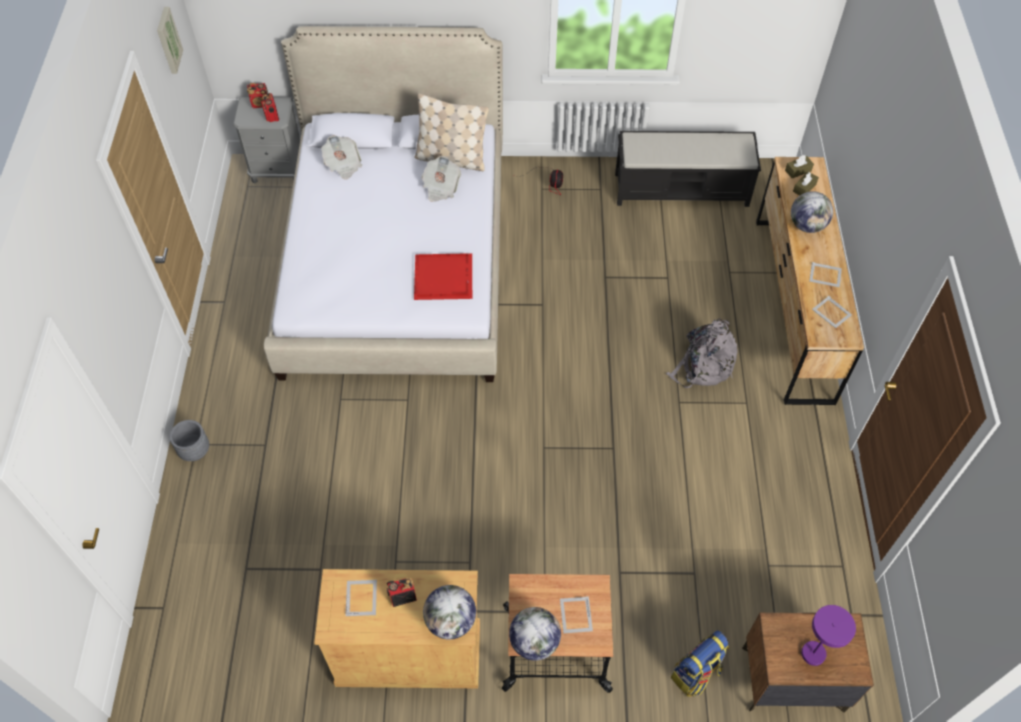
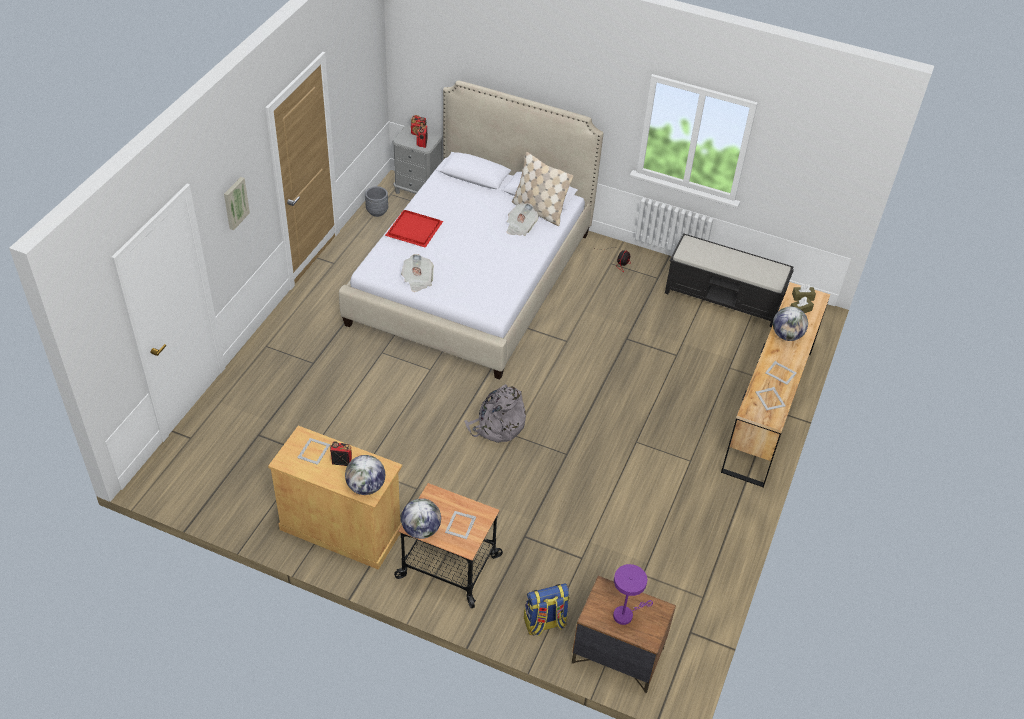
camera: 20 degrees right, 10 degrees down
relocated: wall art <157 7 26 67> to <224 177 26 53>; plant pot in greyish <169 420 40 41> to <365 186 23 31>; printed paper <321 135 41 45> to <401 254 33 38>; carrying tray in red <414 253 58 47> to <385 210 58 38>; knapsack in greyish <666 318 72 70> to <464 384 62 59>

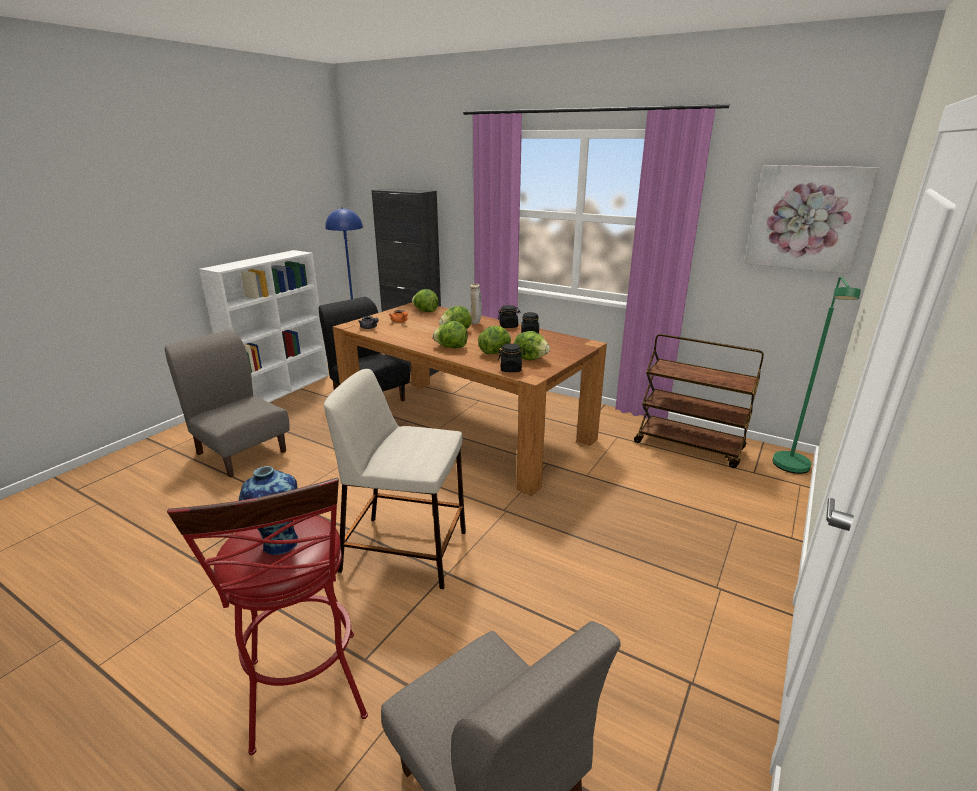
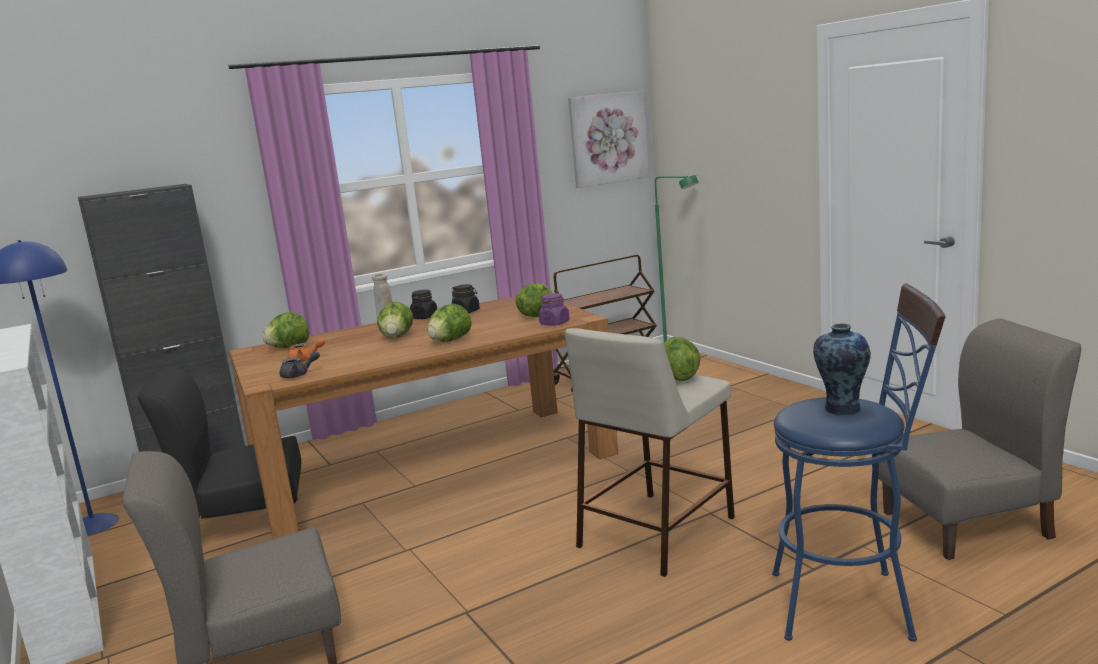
camera: 60 degrees left, 10 degrees down
relocated: lettuce head <478 326 33 28> to <663 337 38 44>
colour: sitting stool in red <167 478 201 277> to sitting stool in bluish <772 284 174 358>; storage jar in black <498 344 28 28> to storage jar in purplish <539 293 31 33>

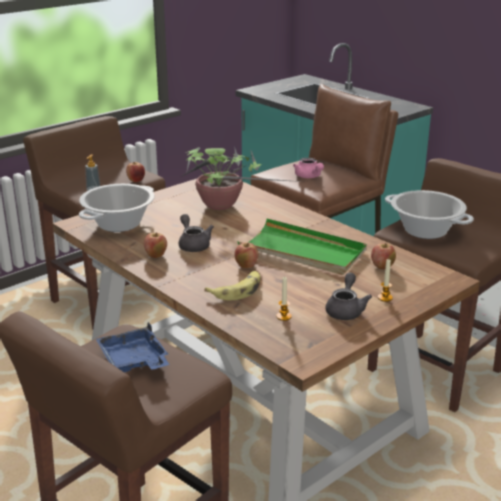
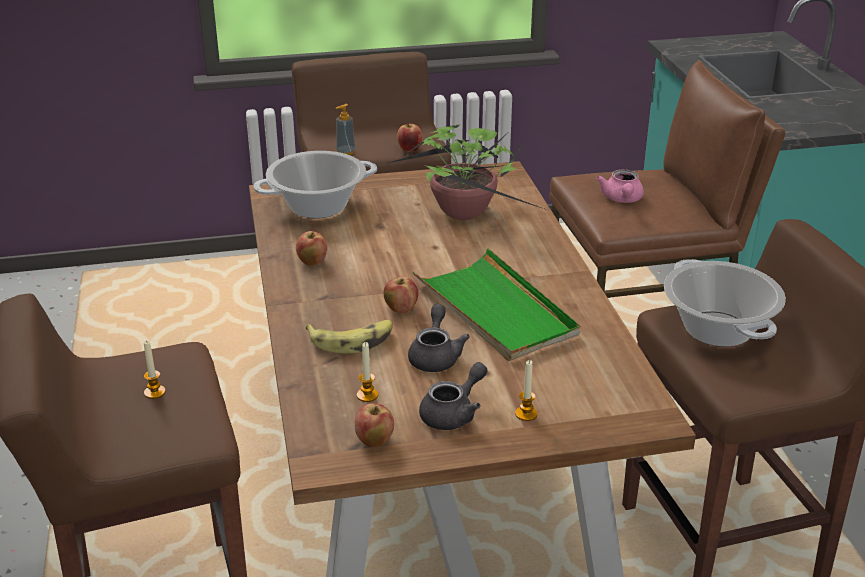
camera: 30 degrees right, 5 degrees up
relocated: teapot in greyish <178 214 36 38> to <408 304 62 68>; apple fruit <371 243 25 26> to <355 403 39 44>
exchanged: carrying tray in bluish <96 322 74 51> to wax light <144 340 22 59>

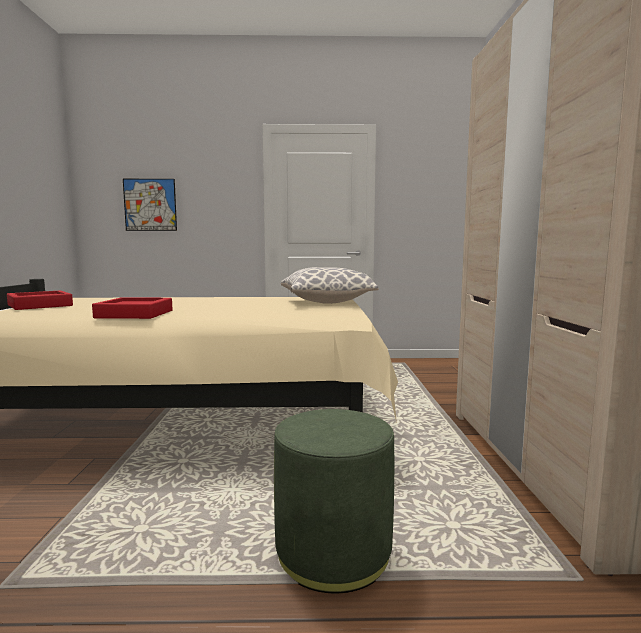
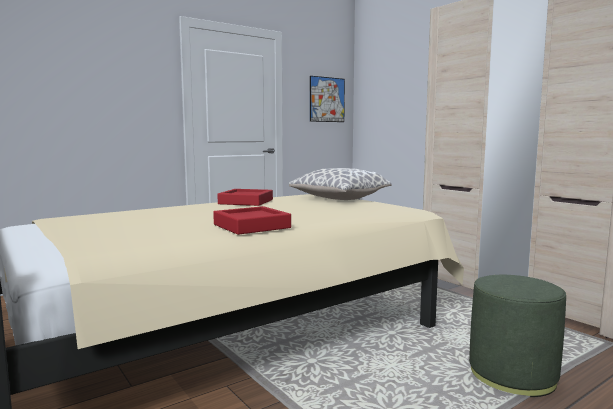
camera: 35 degrees left, 0 degrees up
relocated: carrying tray in red <7 291 66 19> to <217 189 56 17>; wall art <123 179 54 52> to <310 76 35 46>

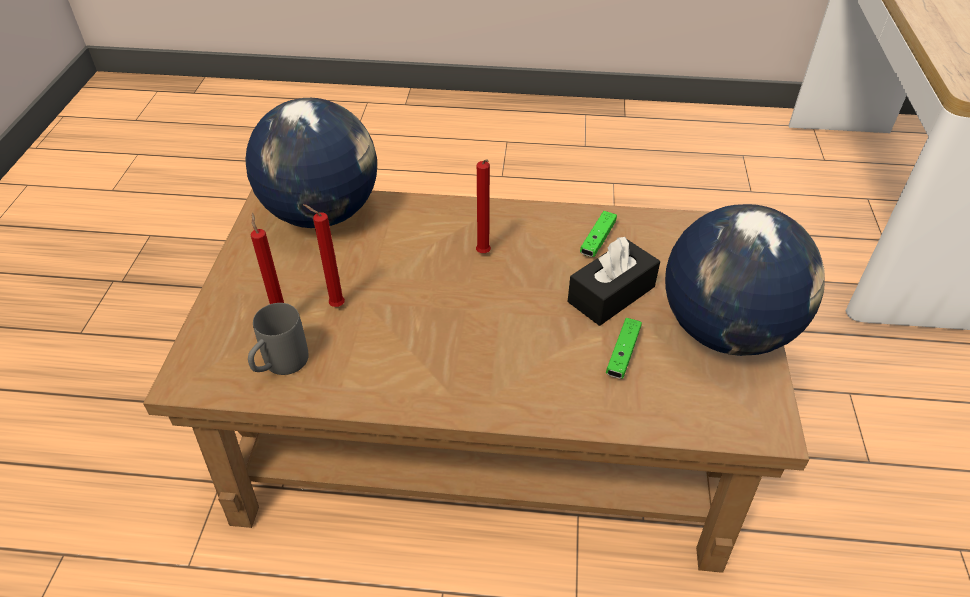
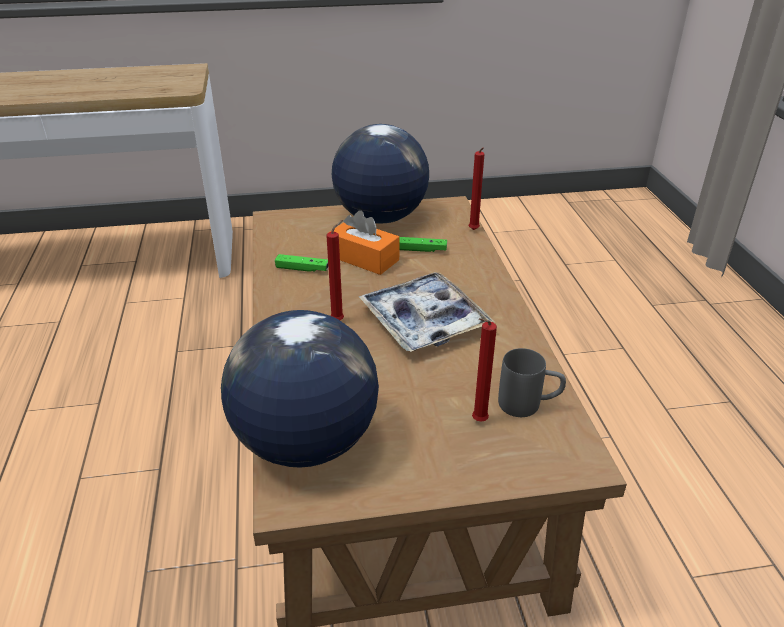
camera: 105 degrees left, 10 degrees down
appeared: carrying tray <359 272 136 80>
relocated: wax light in red <303 204 42 103> to <469 147 16 83>
colour: box of tissues in black <568 237 92 89> to box of tissues in orangey <328 211 72 64>

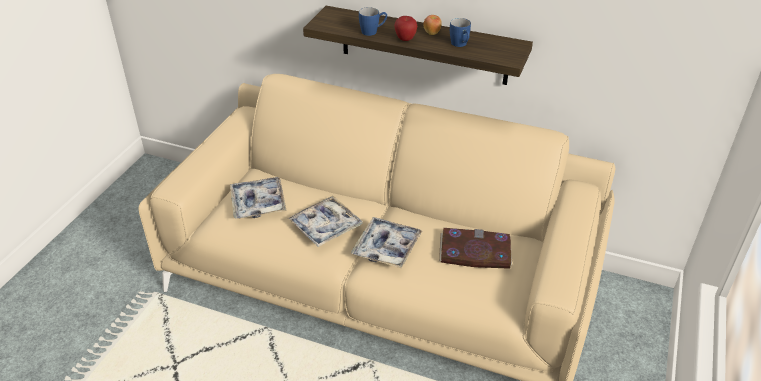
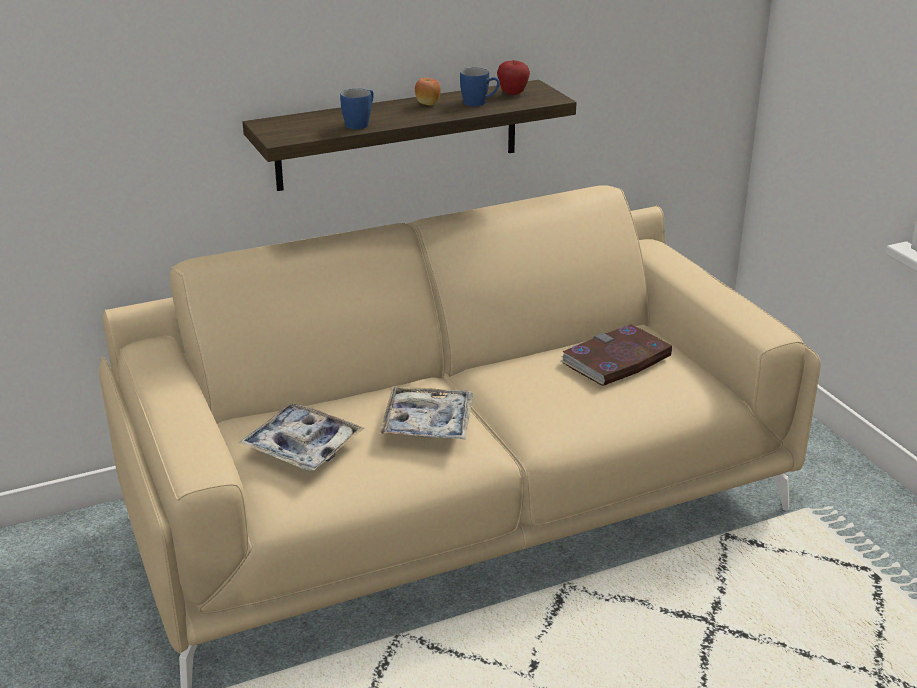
camera: 45 degrees left, 10 degrees down
missing: carrying tray <351 217 71 51>
relocated: apple fruit <394 16 23 25> to <497 60 33 35>

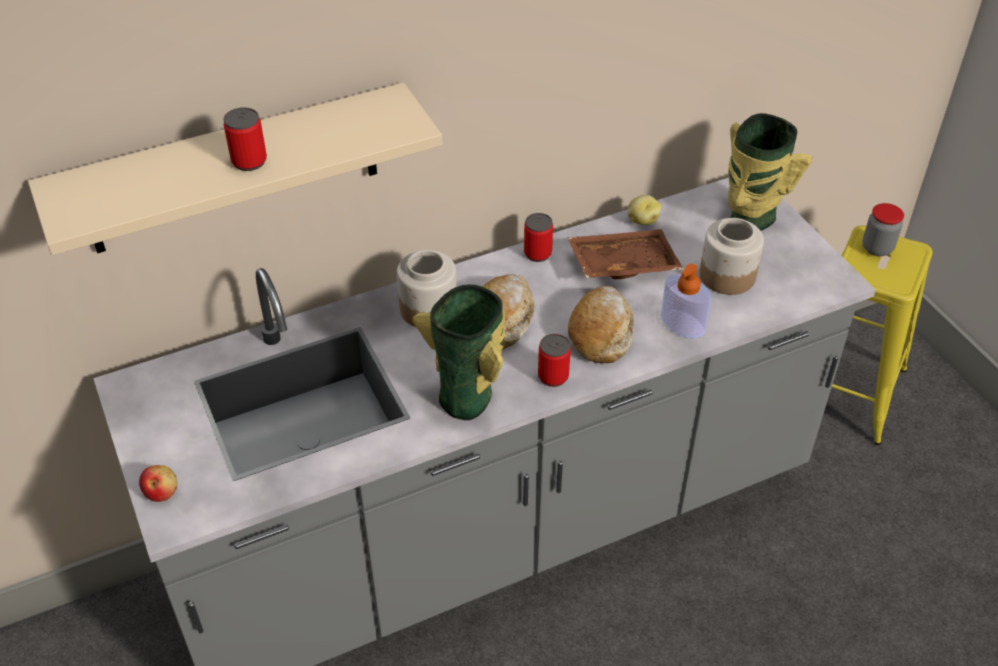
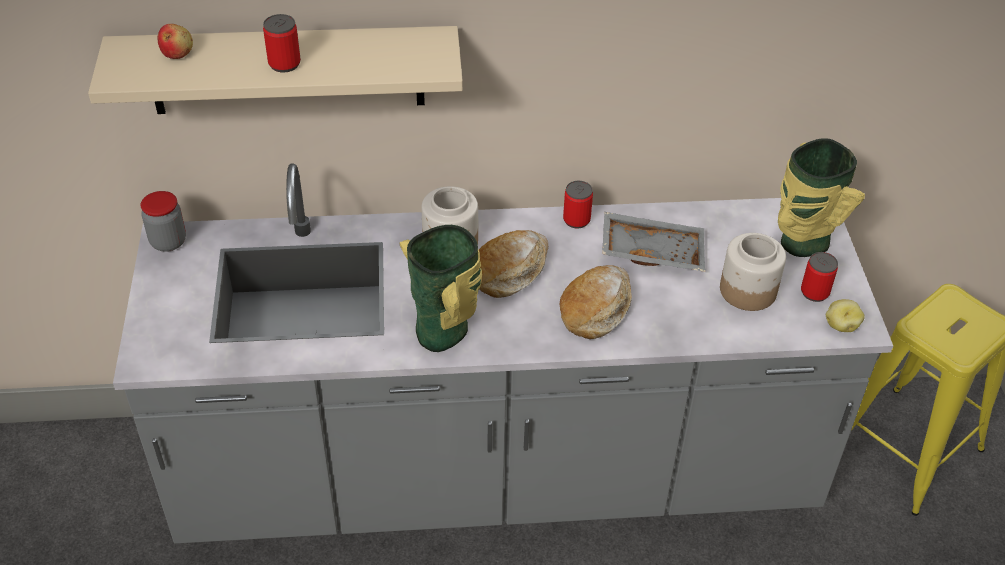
camera: 20 degrees right, 0 degrees up
missing: soap dispenser <661 264 51 74>
relocated: apple fruit <139 465 38 37> to <158 24 35 35>; sealed can <538 334 33 53> to <801 252 37 50>; spud <628 195 34 30> to <826 299 39 33>; storage jar <863 203 41 53> to <140 191 46 61>
colour: carrying tray in brownish <567 229 116 50> to carrying tray in greyish <602 212 103 60>

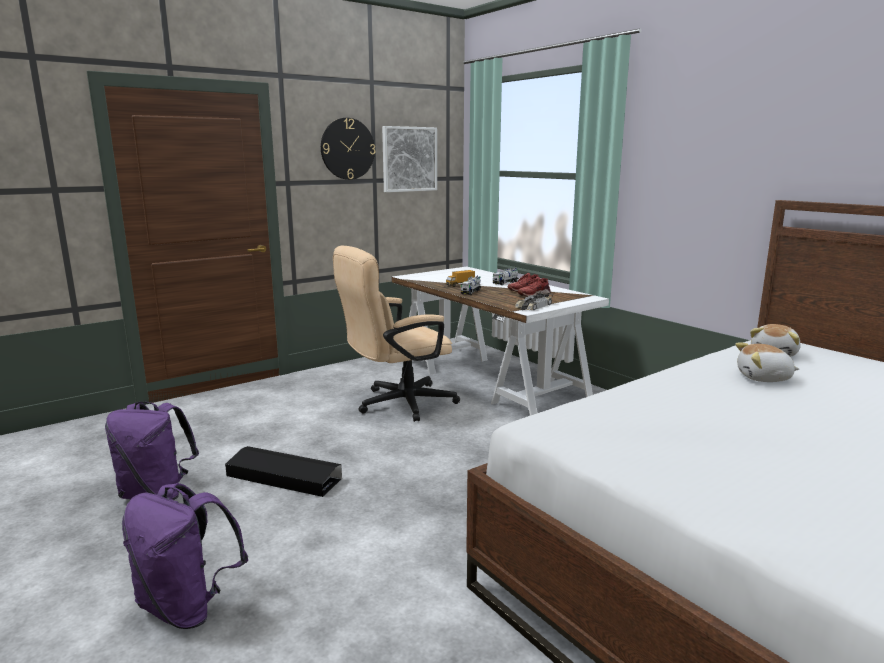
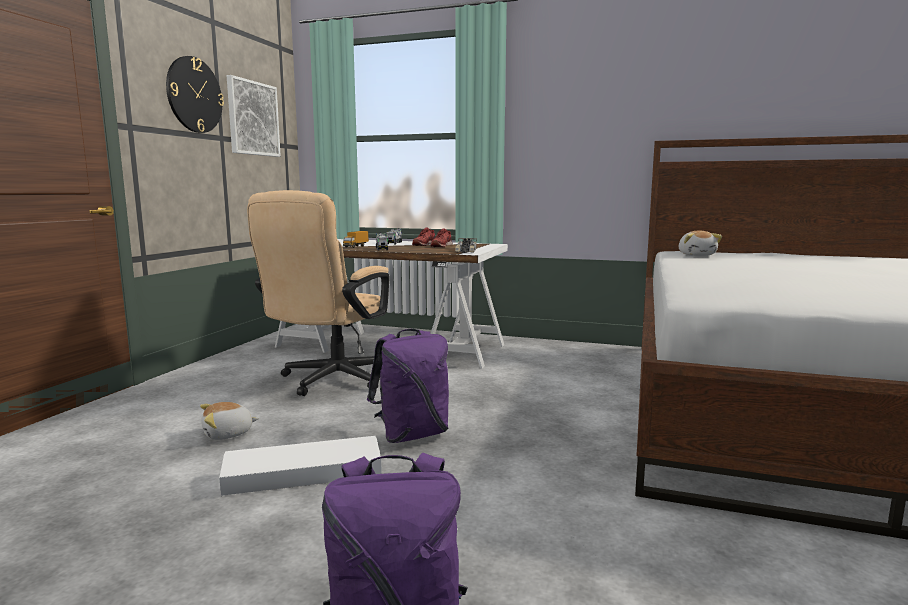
camera: 35 degrees left, 5 degrees down
relocated: knapsack in purplish <105 402 94 98> to <367 329 82 114>; cuddly toy <735 343 64 39> to <200 402 59 38>
colour: storage box in black <225 446 117 51> to storage box in white <219 436 163 60>

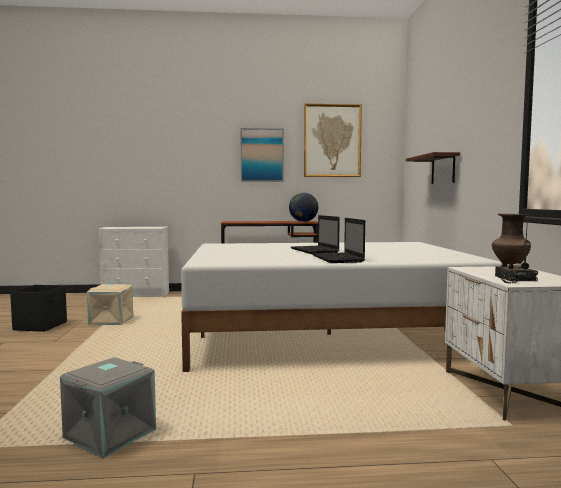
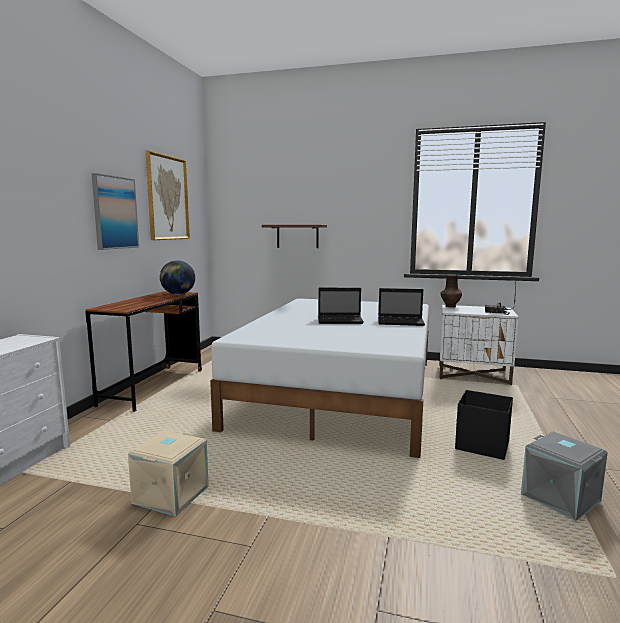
camera: 70 degrees left, 5 degrees up
relocated: storage box in black <10 285 57 47> to <455 390 58 70>

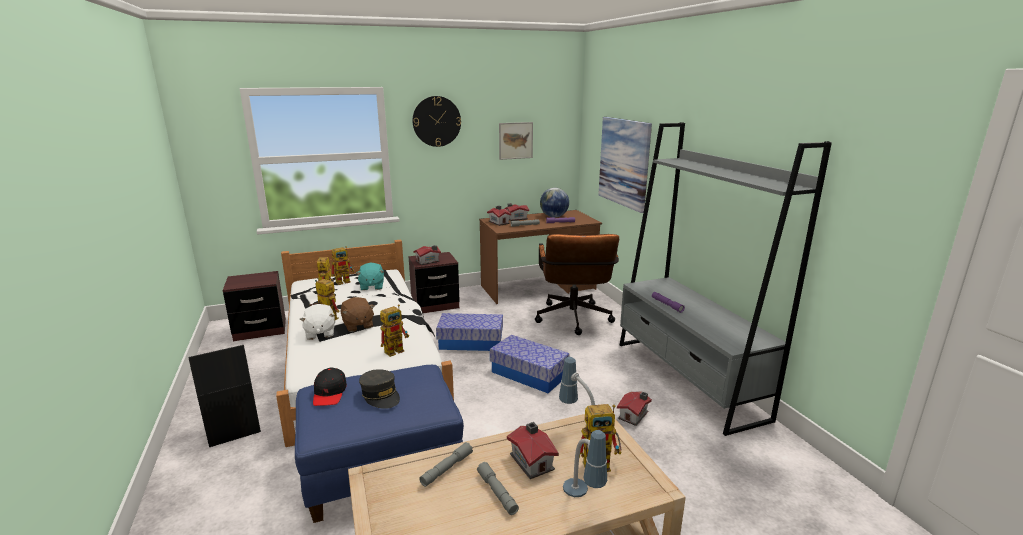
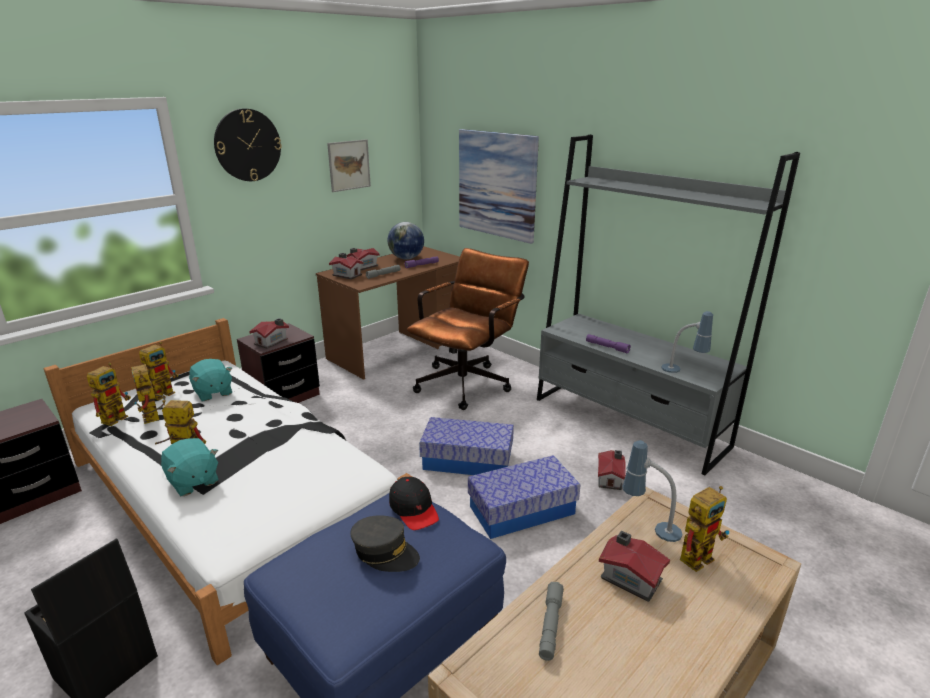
camera: 25 degrees left, 5 degrees up
missing: cuddly toy in brownish <341 297 34 35>; flashlight in greyish <477 462 42 53>
relocated: baseball cap in black <313 367 34 39> to <389 476 50 54>; model robot <380 305 29 52> to <87 363 44 63>; storage box <436 313 67 38> to <468 455 113 84>; tabletop lamp <563 430 44 67> to <661 311 52 62>
colour: cuddly toy in white <300 304 35 36> to cuddly toy in blue-green <161 438 58 58>
spun: computer chair in brownish <535 234 84 101> = <407 248 122 162> 120 degrees counterclockwise

